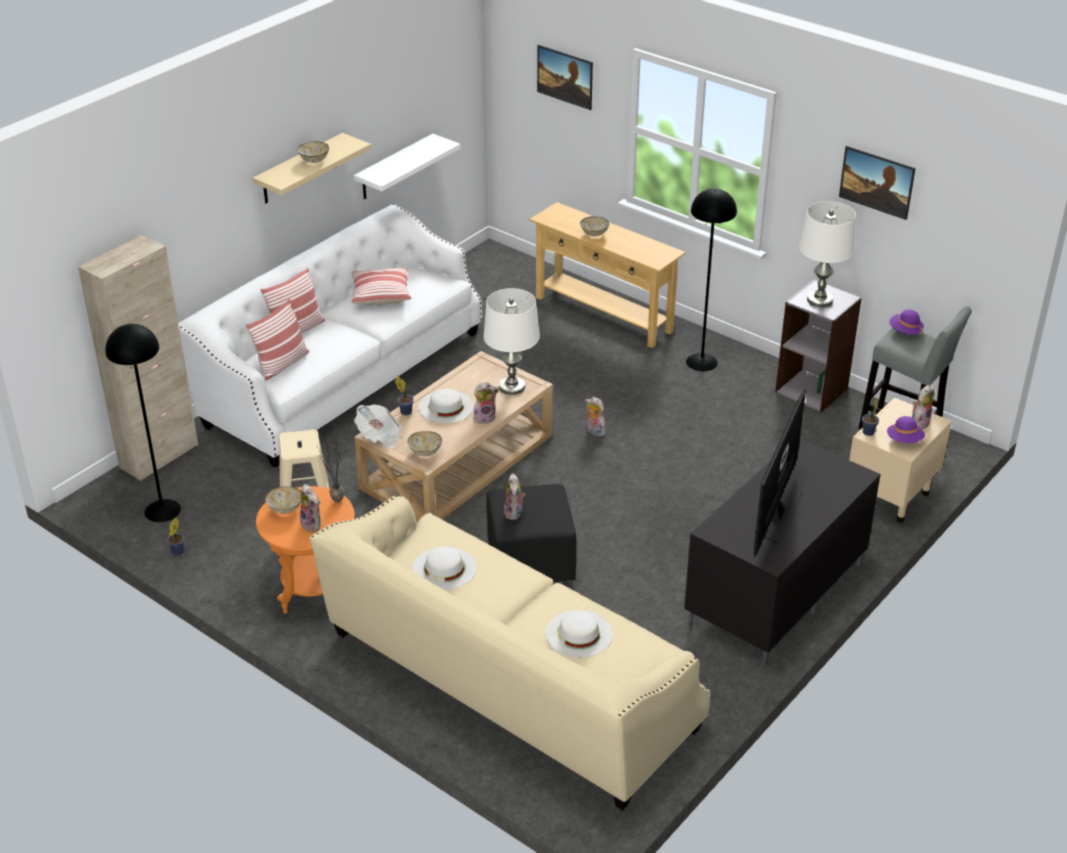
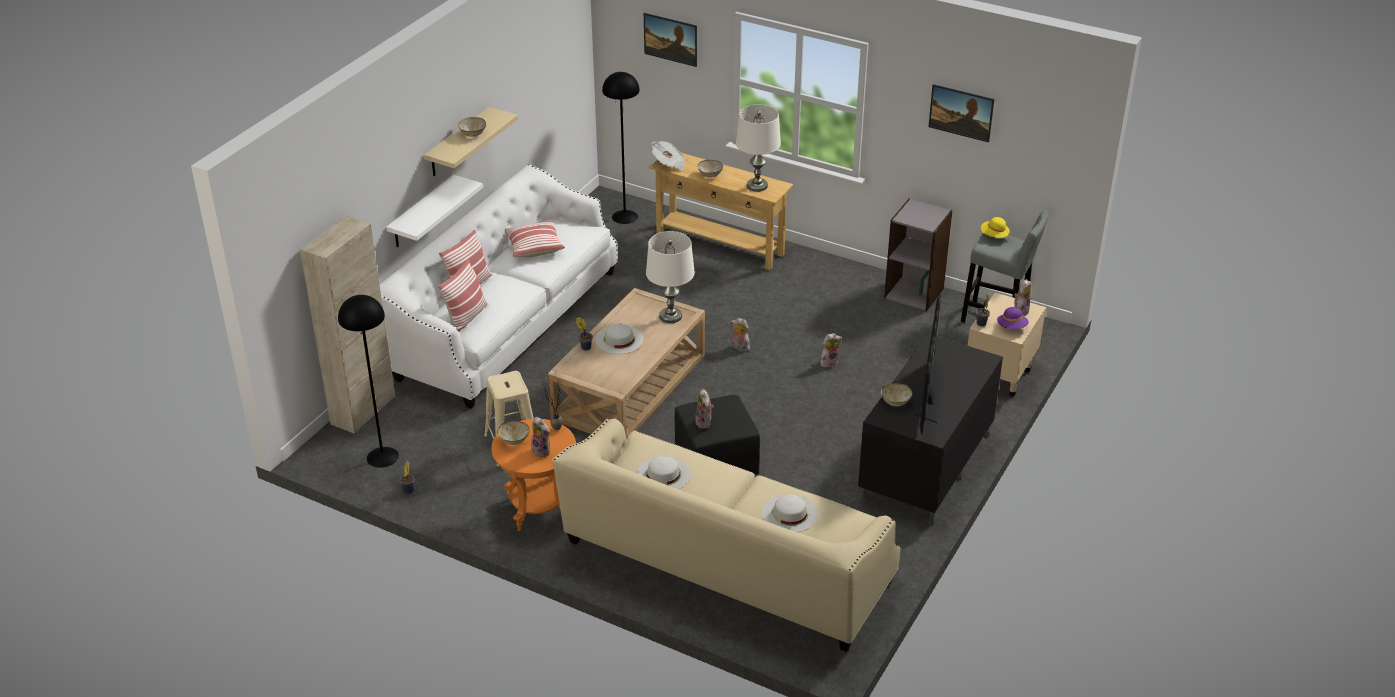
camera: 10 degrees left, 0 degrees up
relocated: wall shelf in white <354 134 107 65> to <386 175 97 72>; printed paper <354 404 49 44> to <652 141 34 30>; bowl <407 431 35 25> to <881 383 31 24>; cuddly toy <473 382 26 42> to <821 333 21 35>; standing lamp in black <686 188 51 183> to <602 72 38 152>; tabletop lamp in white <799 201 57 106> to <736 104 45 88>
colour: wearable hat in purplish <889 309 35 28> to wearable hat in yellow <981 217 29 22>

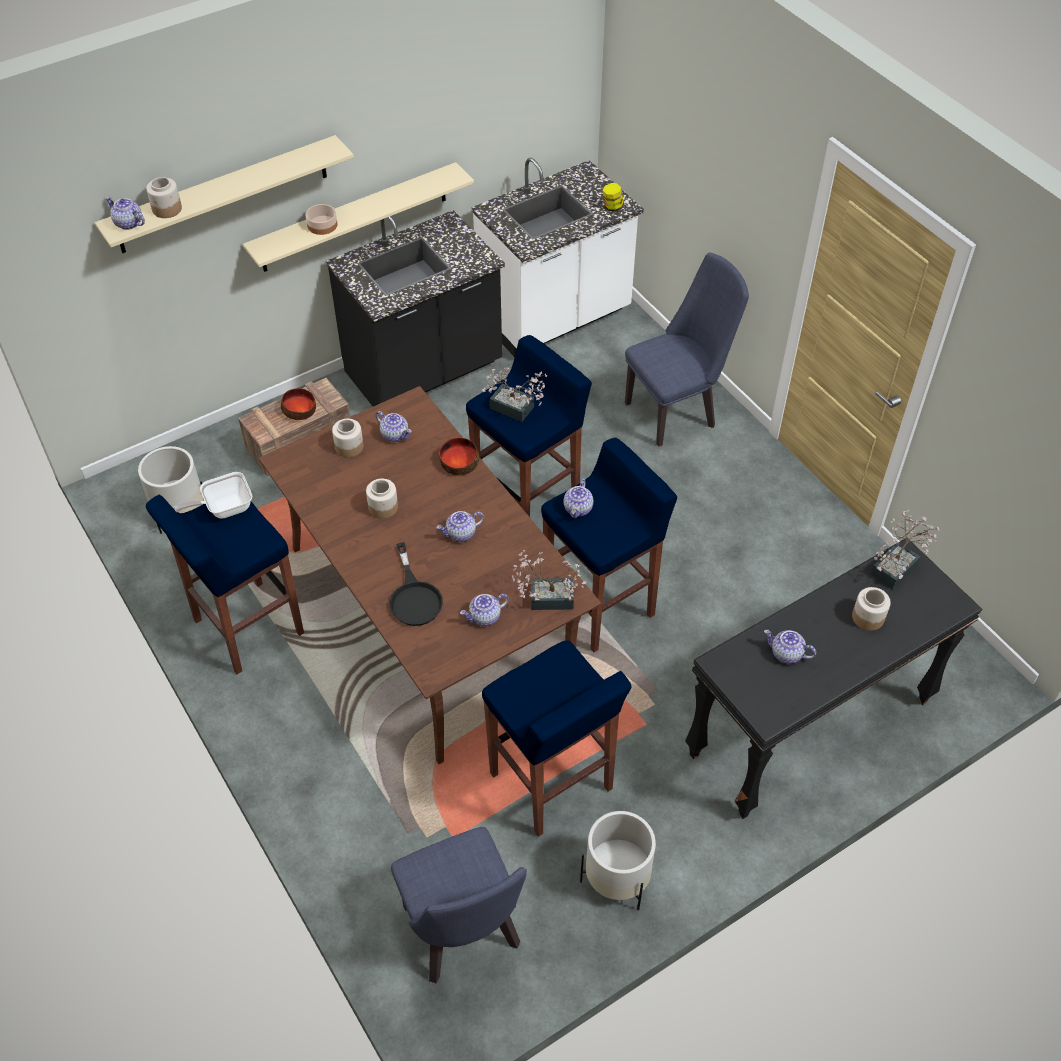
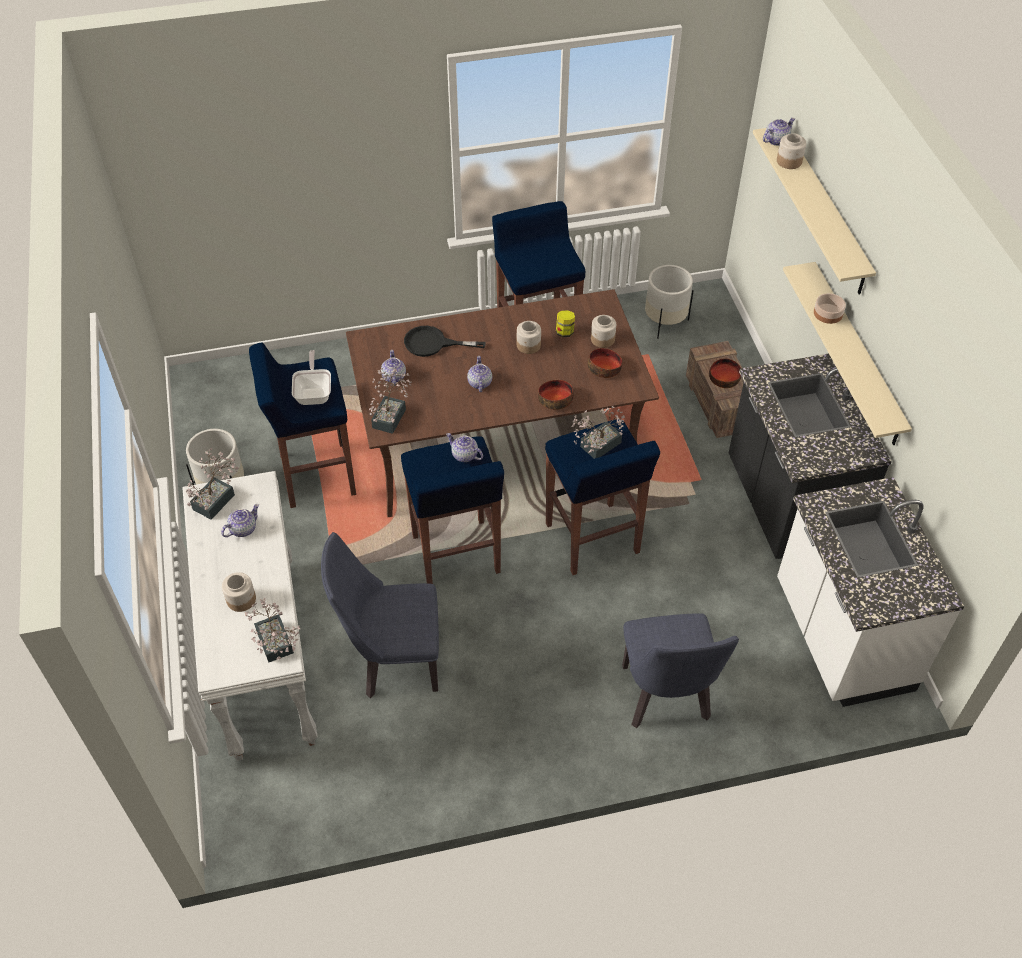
camera: 110 degrees right, 0 degrees up
appeared: houseplant <186 448 53 72>
relocated: frying pan <172 472 80 47> to <292 350 39 55>; chair in bluish <391 827 136 156> to <321 532 118 166>; storage jar <603 183 21 29> to <556 310 19 27>
exchanged: teapot <375 411 36 31> to bowl <587 348 35 30>
colour: console table in black <685 538 297 281> to console table in white <182 471 136 290>

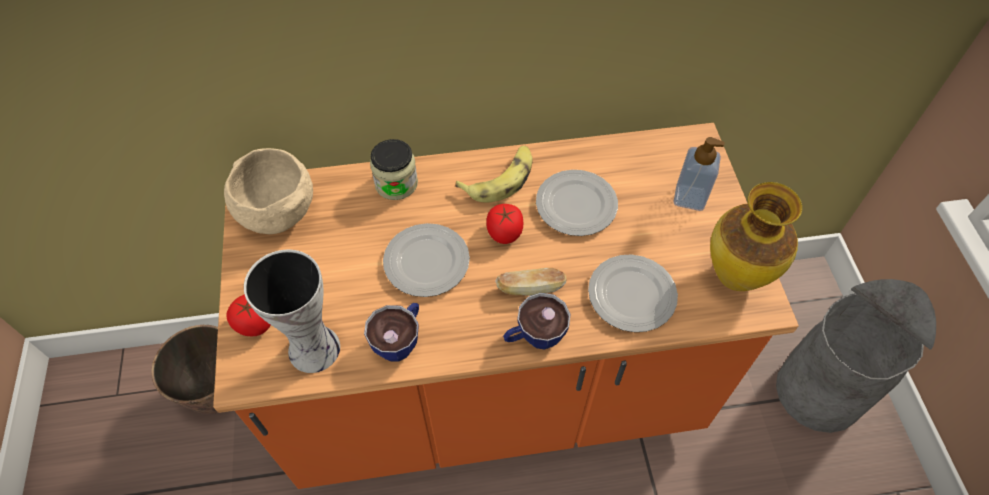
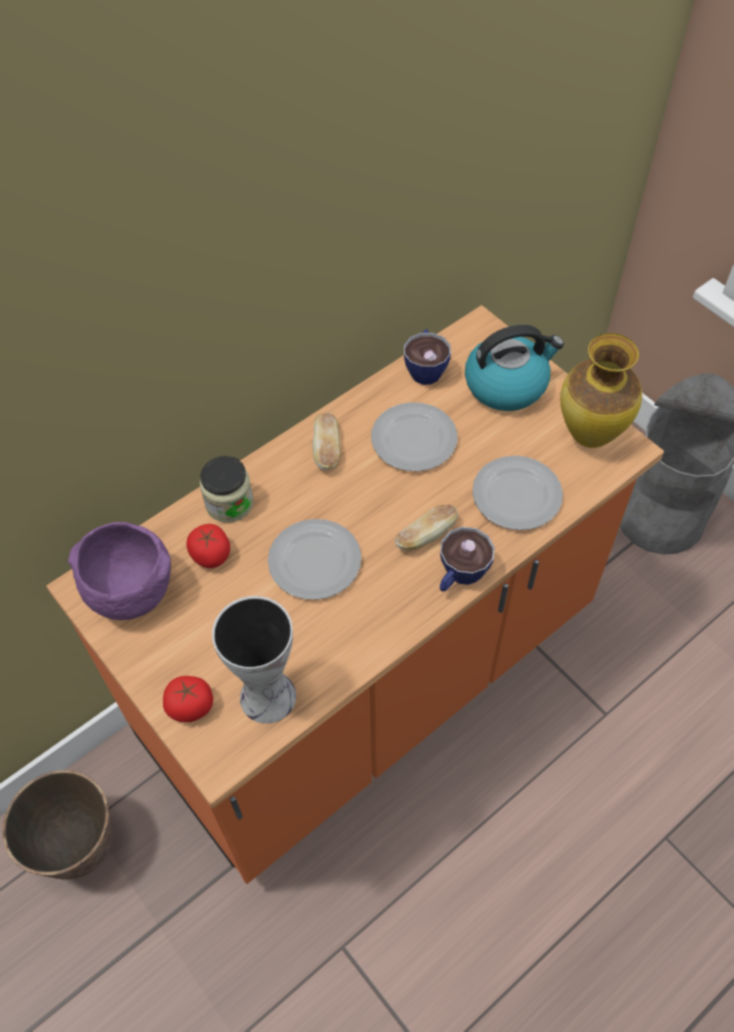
camera: 30 degrees left, 0 degrees up
relocated: small cup <364 303 55 59> to <404 329 47 56>; whole tomato <486 204 37 40> to <186 524 44 44>
exchanged: banana fruit <455 146 78 57> to bakery bread <312 412 28 58>; soap dispenser <673 137 52 74> to tea kettle <465 325 99 86>
colour: bowl in beige <224 148 89 86> to bowl in purplish <68 522 103 98>

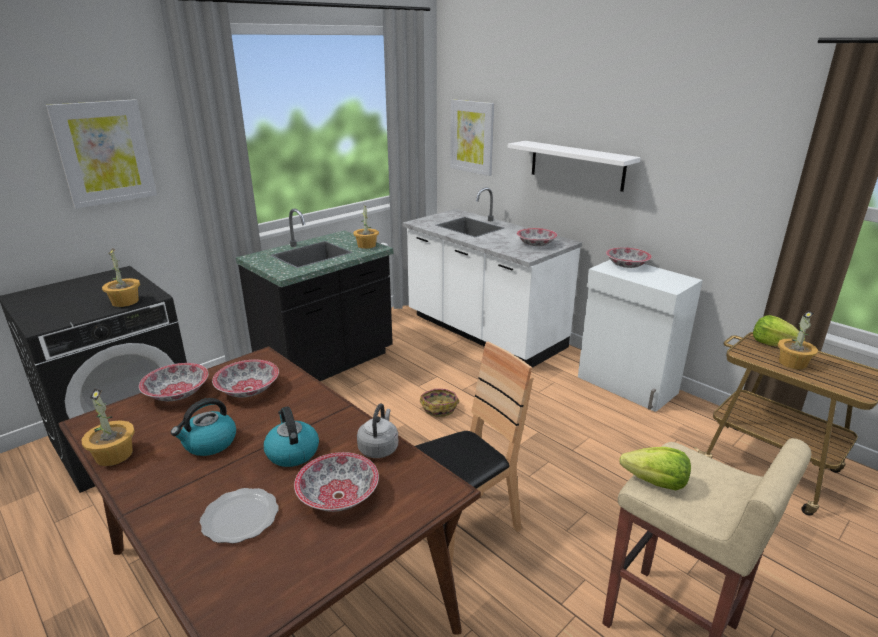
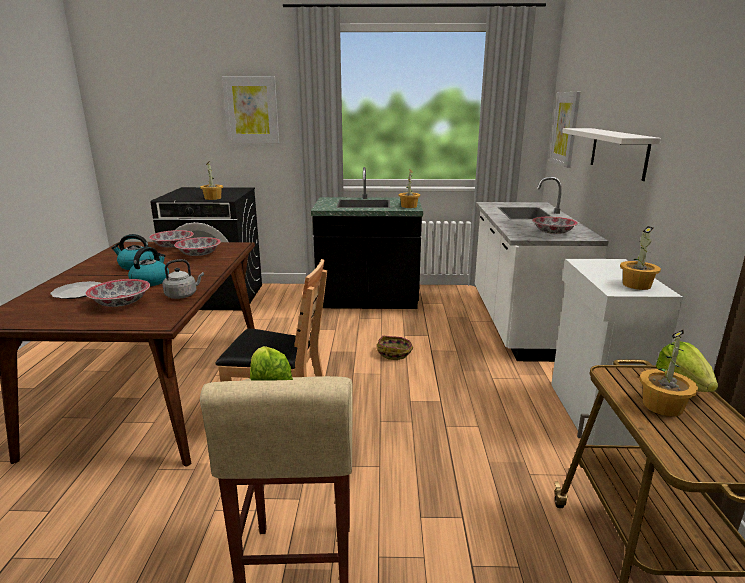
camera: 45 degrees right, 5 degrees down
missing: bowl <606 247 45 21>
relocated: houseplant <81 389 54 77> to <620 226 41 64>

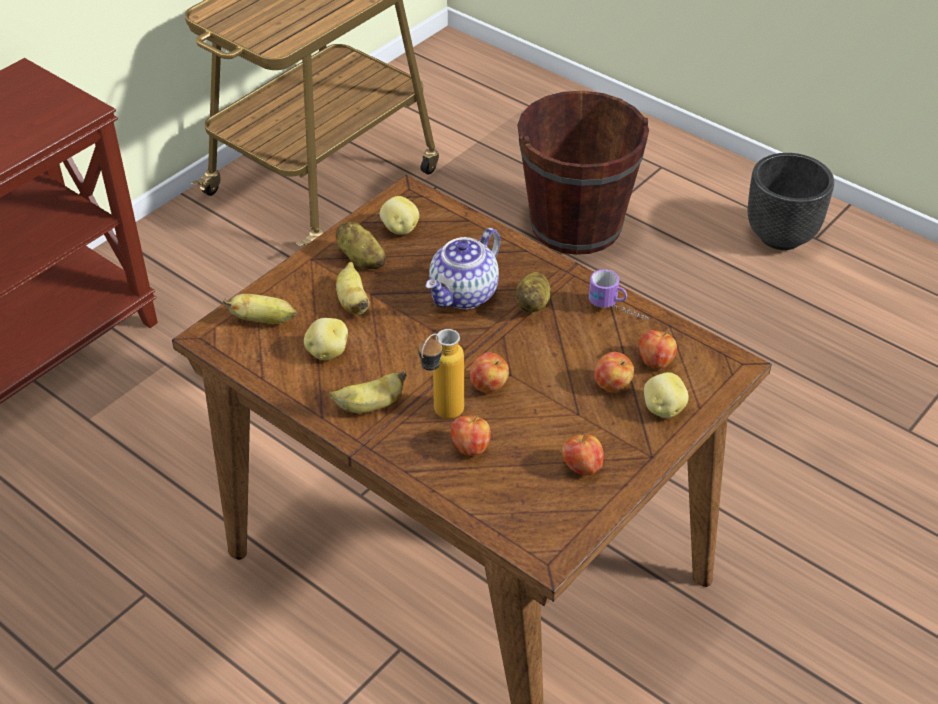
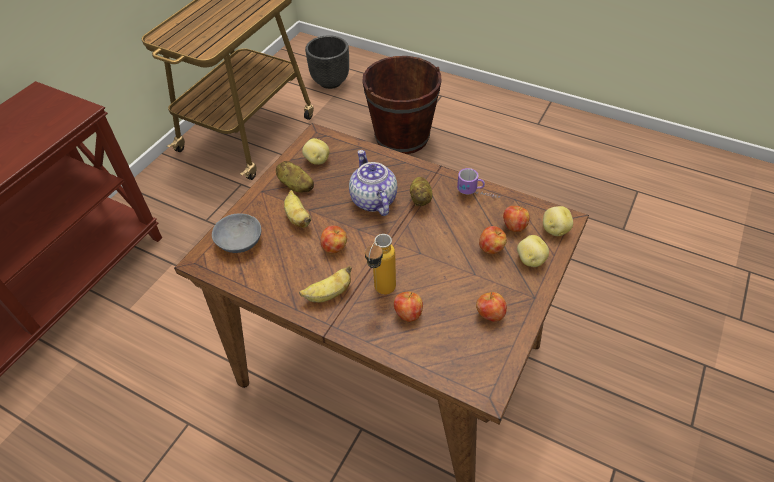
camera: 10 degrees left, 5 degrees up
relocated: spud <304 318 44 42> to <543 206 30 30>; apple fruit <470 353 39 40> to <320 226 27 28>; plant pot in black <748 153 86 97> to <305 35 44 54>
exchanged: banana fruit <223 294 74 30> to bowl in greyish <212 213 49 40>
spun: teapot <426 228 74 81> = <349 150 48 66> 135 degrees clockwise

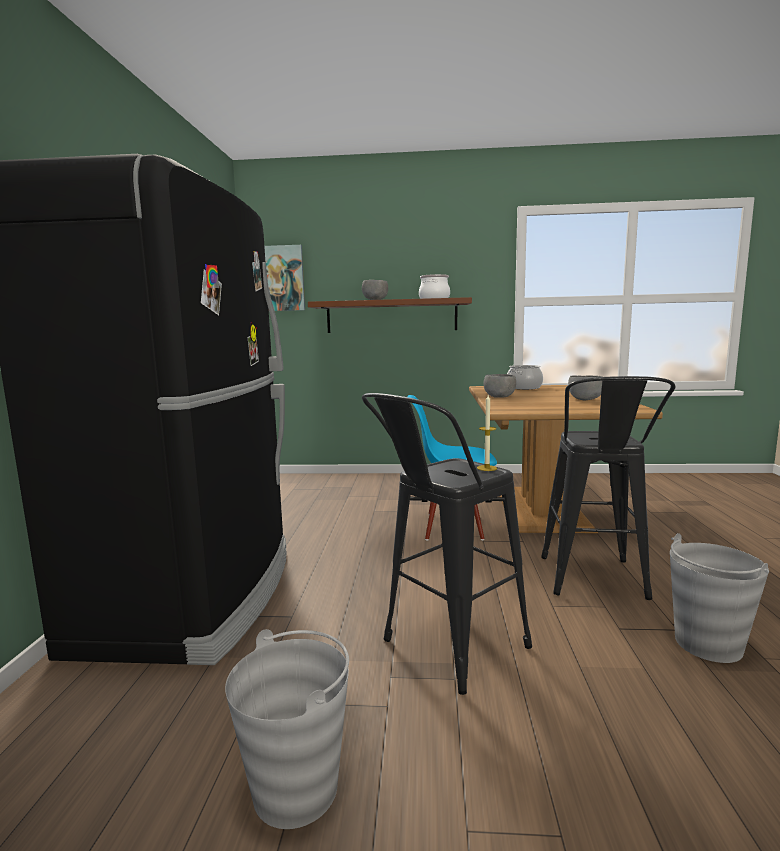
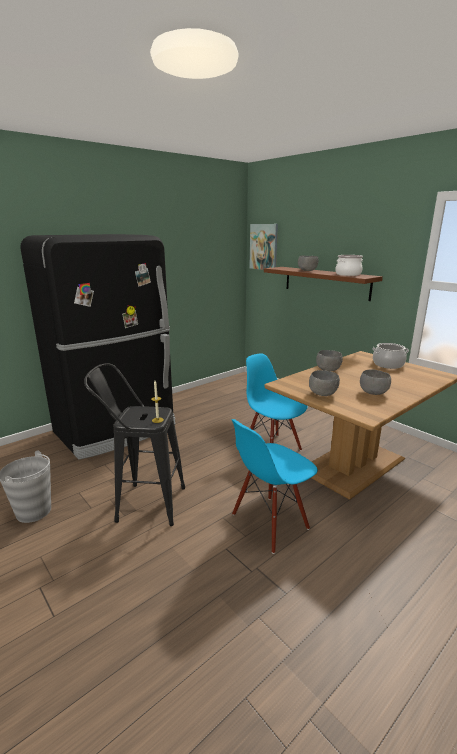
camera: 45 degrees right, 10 degrees up
missing: bucket in greyish <670 533 99 130>
appeared: bowl in greyish <309 370 31 26>
exchanged: sitting stool in black <541 376 134 224> to chair in bluish <231 419 87 135>

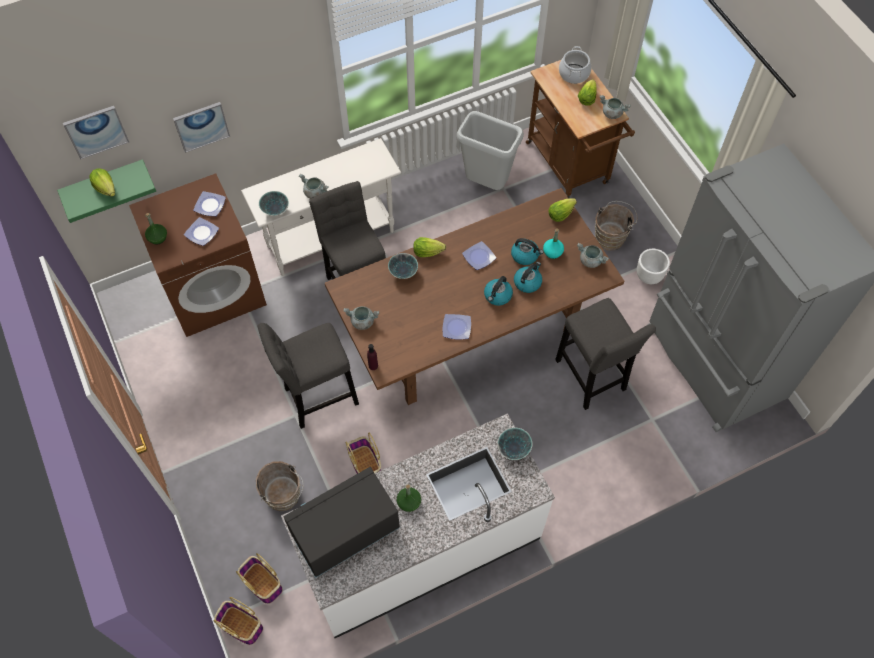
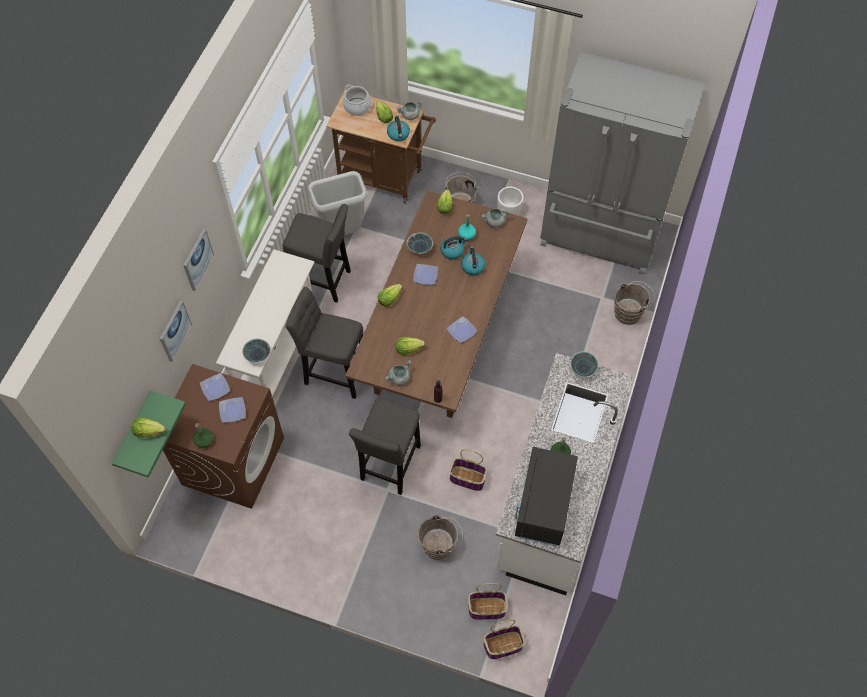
camera: 45 degrees left, 0 degrees up
missing: cooking pot in greyish <299 174 30 25>
appeared: lettuce head <396 337 29 18>; bucket in brownish <614 281 41 44>
relocated: wall art <63 106 66 53> to <183 229 31 62>; bowl <388 253 30 26> to <407 233 26 21>; tea kettle <484 276 29 30> to <387 116 23 25>; sitting stool in greyish <555 298 101 112> to <283 204 68 99>

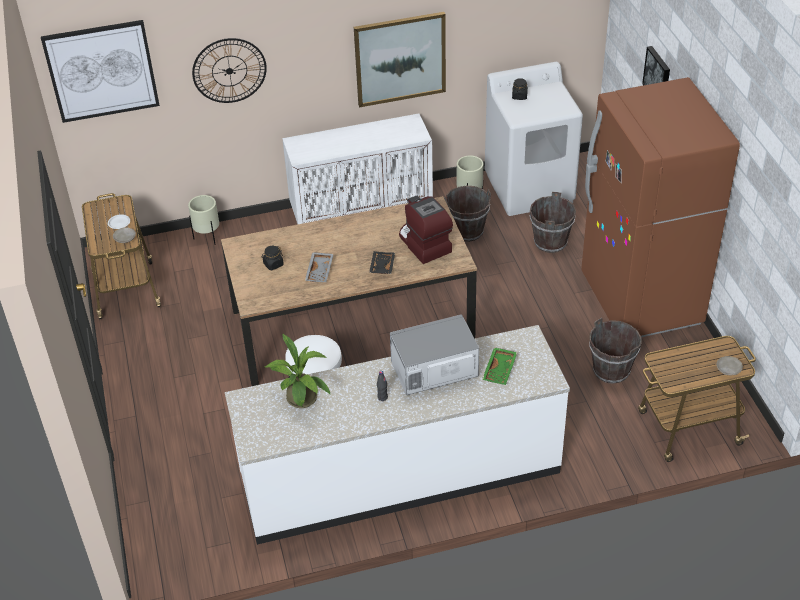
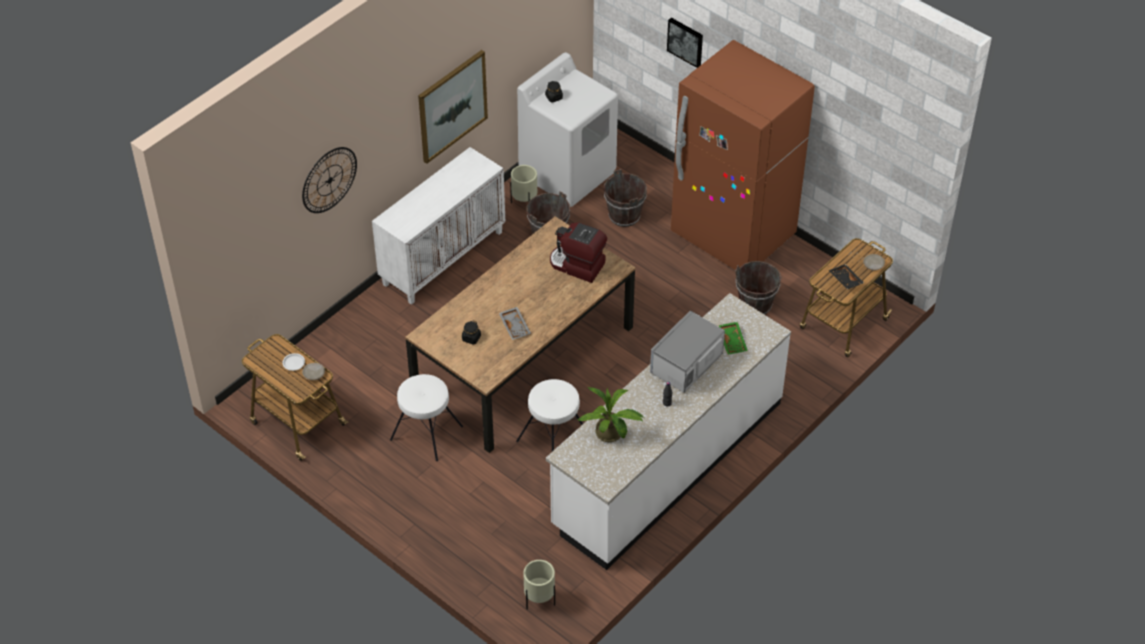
camera: 35 degrees left, 5 degrees up
missing: wall art <41 20 119 103>
appeared: sitting stool in white <390 374 73 87>
relocated: plant pot in beige <188 195 31 49> to <523 560 32 50>; carrying tray in black <369 251 26 23> to <829 264 35 26>

